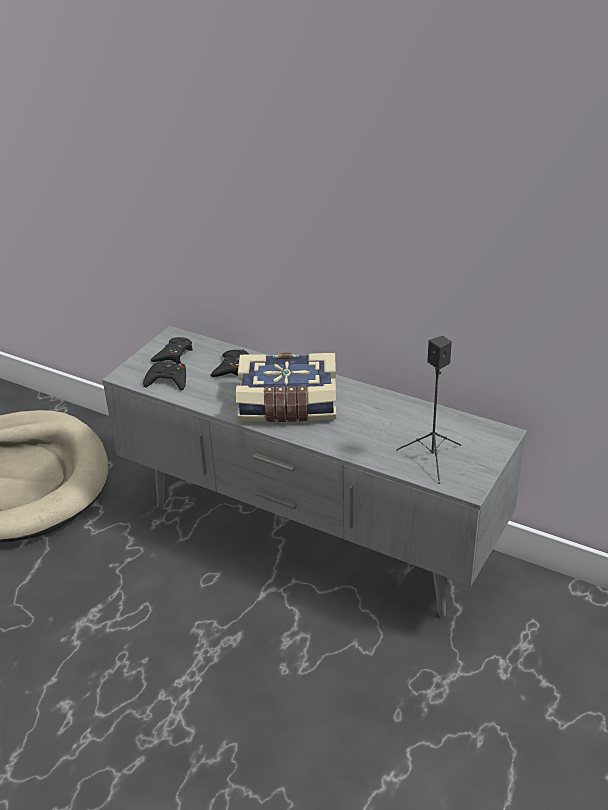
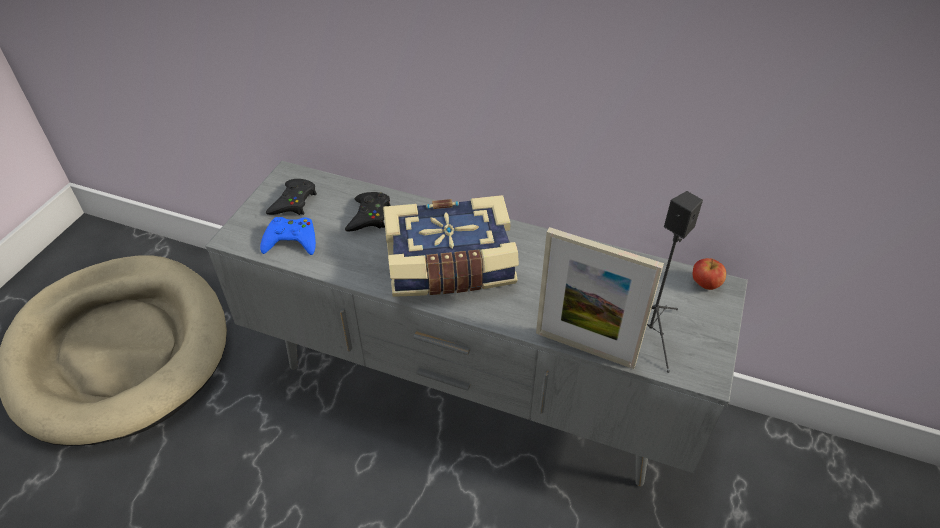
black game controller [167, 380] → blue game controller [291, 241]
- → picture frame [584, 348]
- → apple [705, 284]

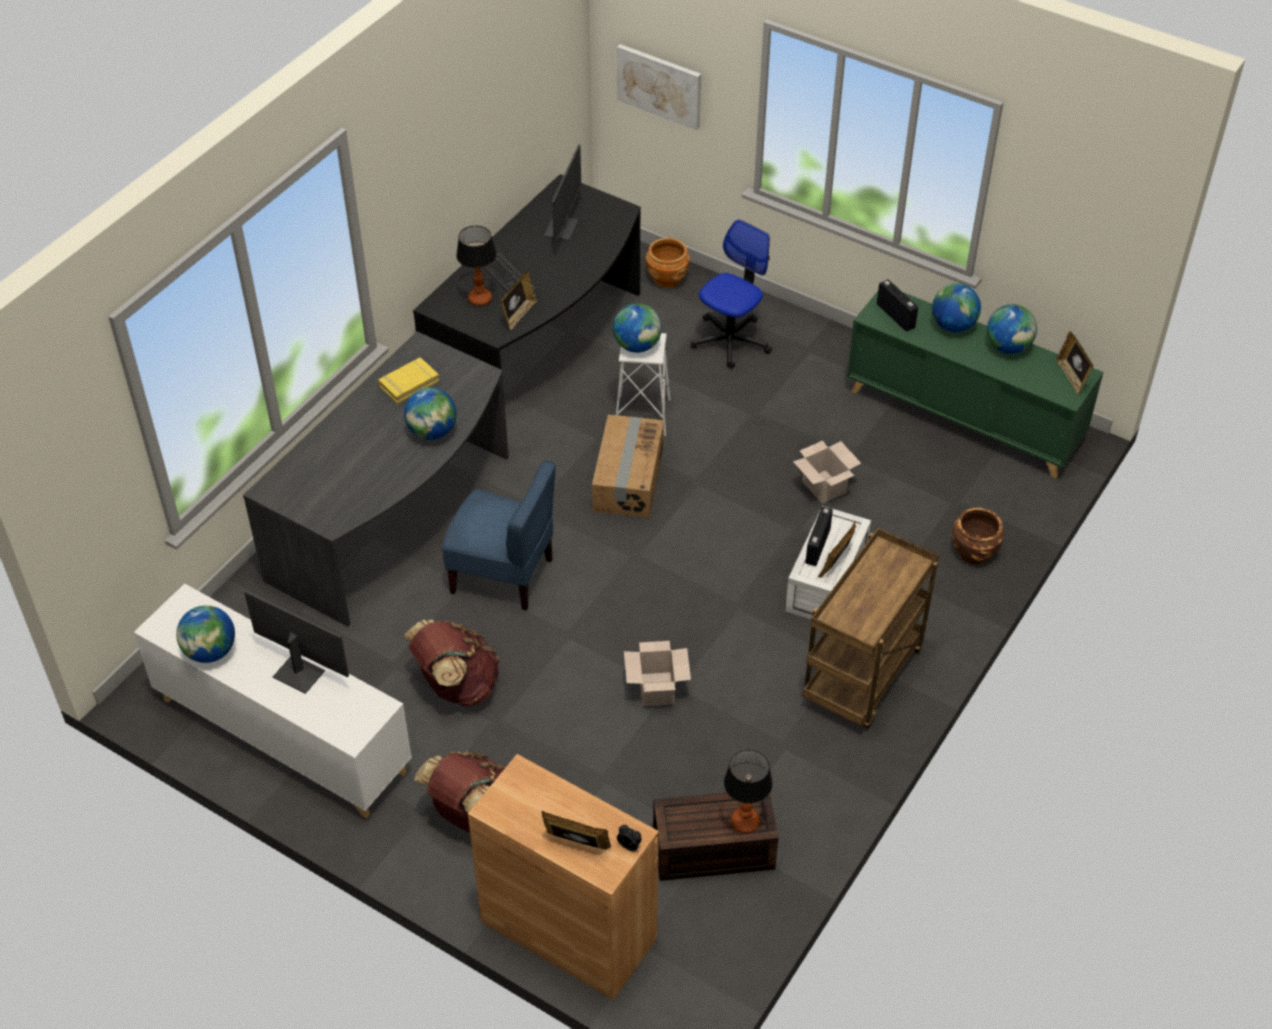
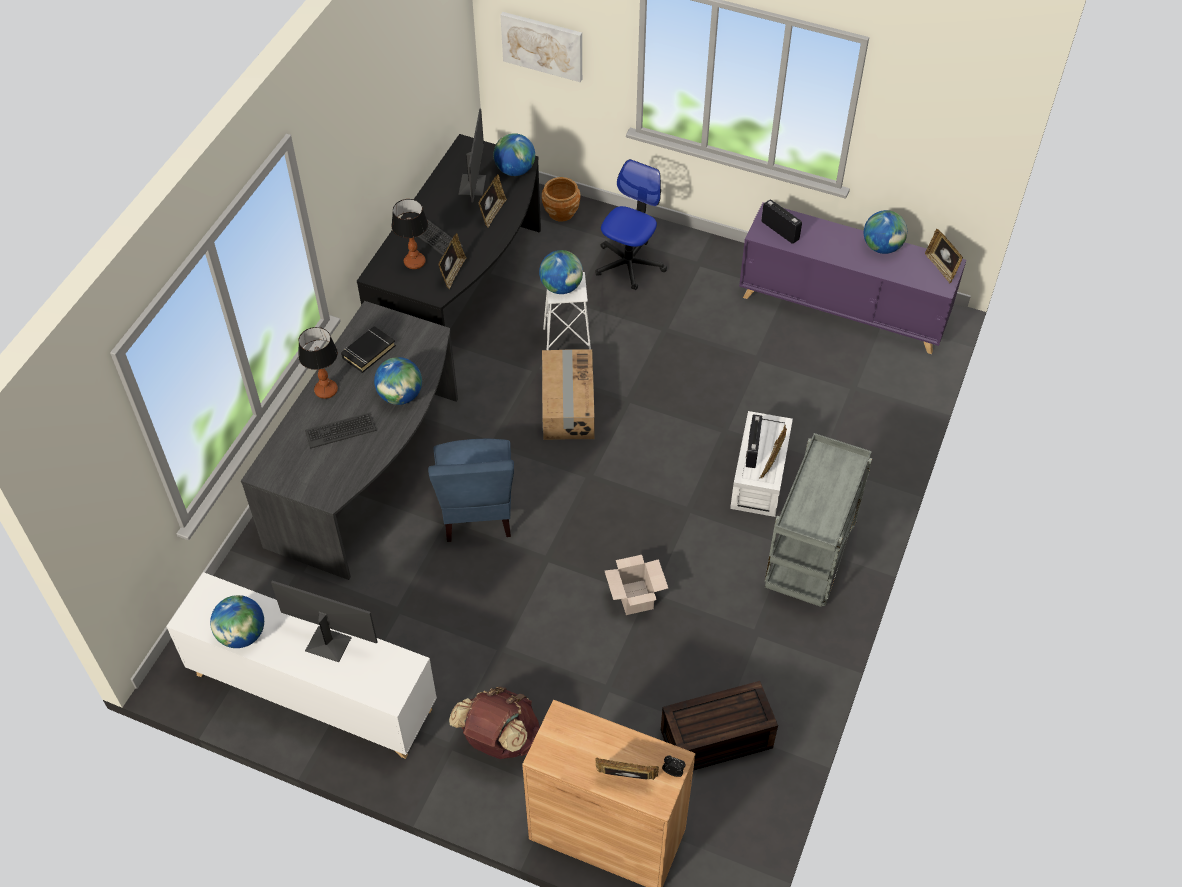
yellow-coloured bound book [408, 383] → black bound book [368, 352]
brown-coloured knapsack [456, 686] → -
blue upright chair [503, 575] → blue upright chair [477, 510], 75 degrees clockwise
lamp for a table [745, 822] → lamp for a table [326, 391], relocated
packing box [825, 487] → -
brown-coloured trolley [863, 678] → gray trolley [810, 560]
greenish storage cabinet [964, 417] → purple storage cabinet [843, 309]
world globe [953, 326] → world globe [515, 170], relocated
brown-coloured plant pot [974, 551] → -
- → PC keyboard [340, 430]
- → picture frame [492, 213]

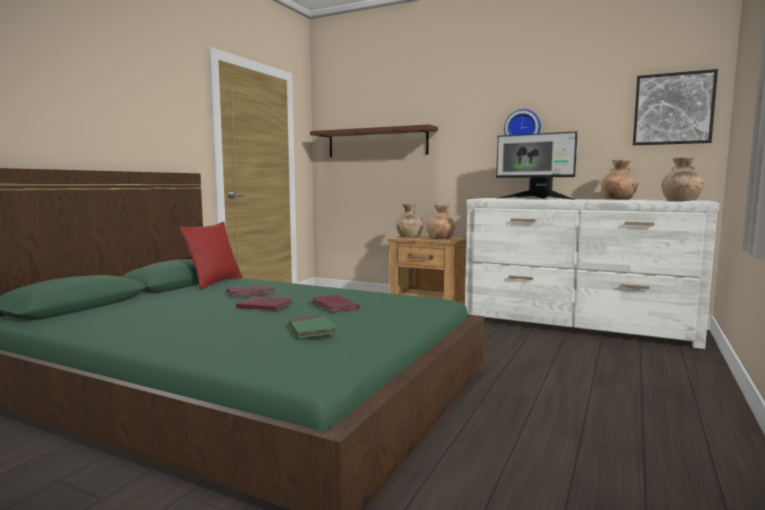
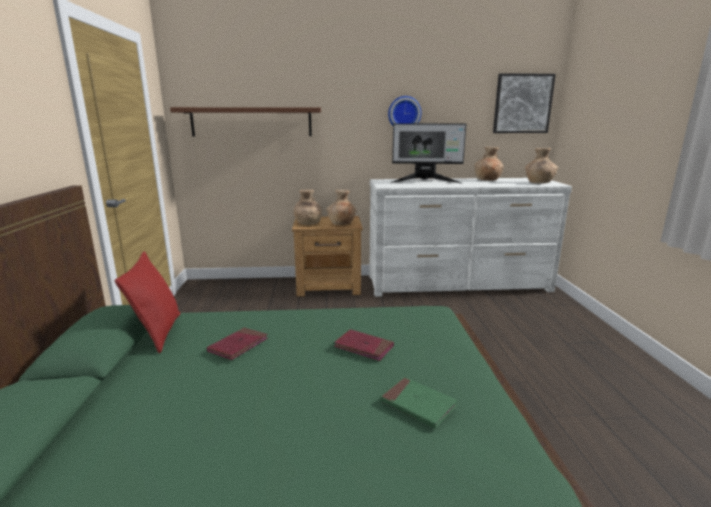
reddish bound book [265, 306] → -

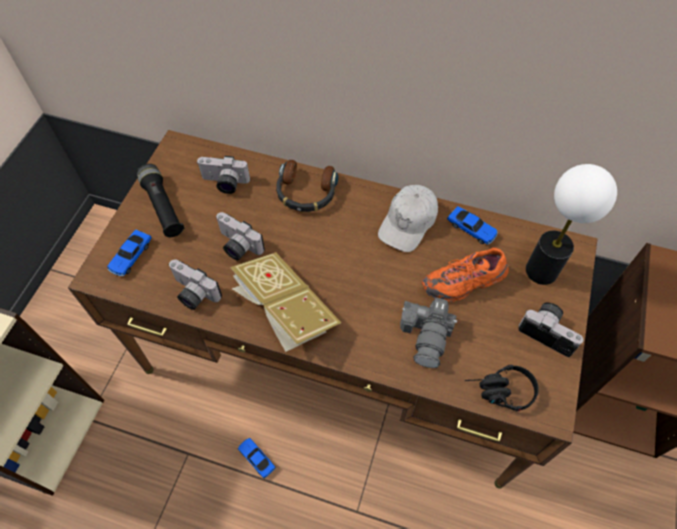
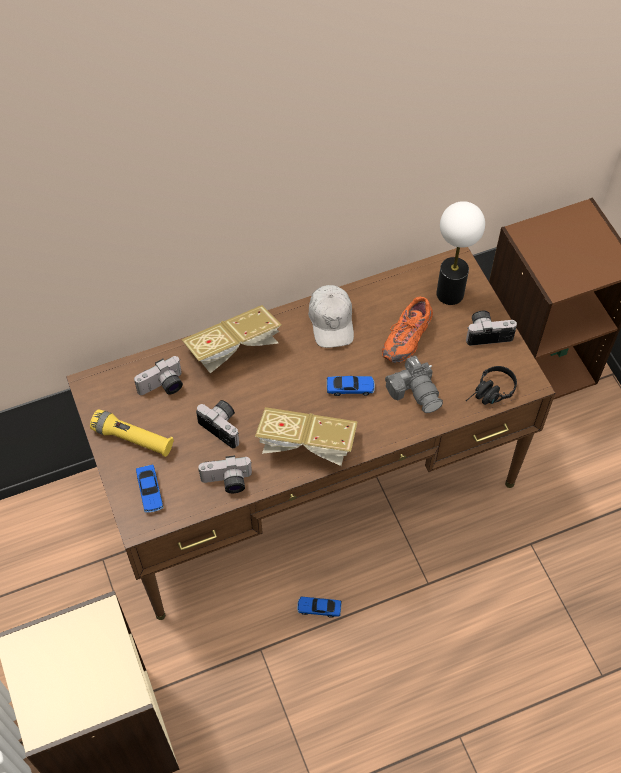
black flashlight [162, 207] → yellow-coloured flashlight [133, 439]
still camera [237, 246] → still camera [223, 426], 135 degrees counterclockwise
headset [306, 192] → bound book [234, 350]
model car [471, 229] → model car [350, 388], relocated

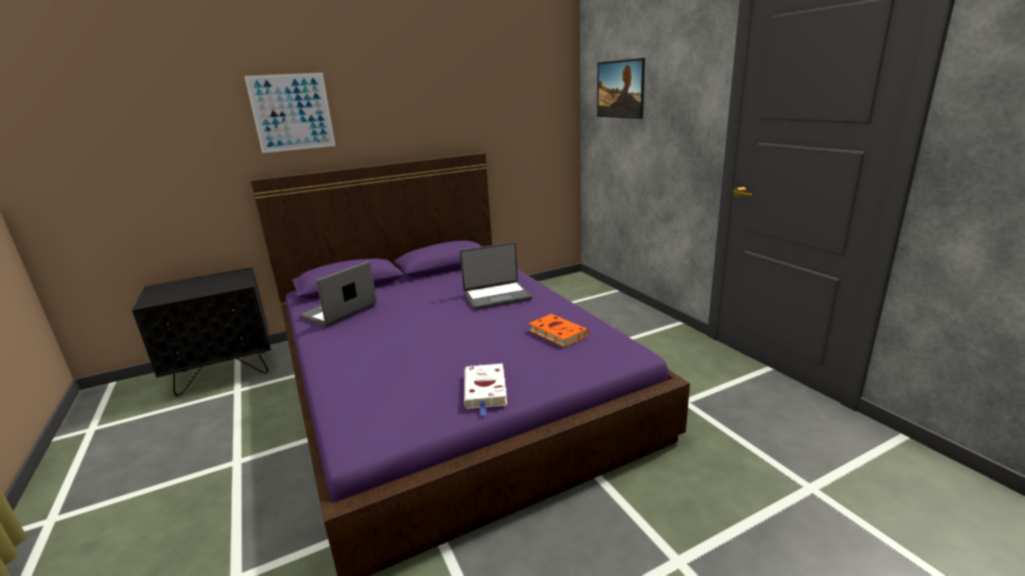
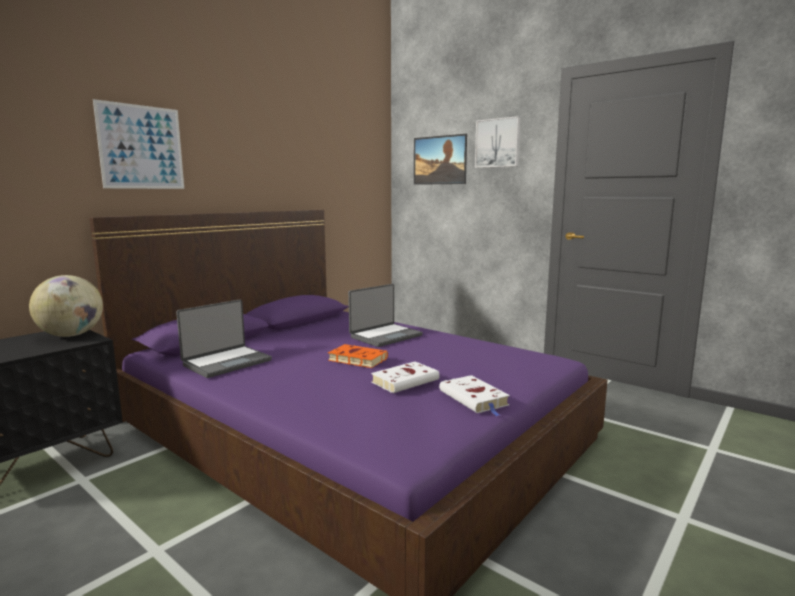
notebook computer [340, 312] → notebook computer [226, 362], 150 degrees counterclockwise
orange-coloured bound book [556, 333] → orange-coloured bound book [356, 359], relocated
- → world globe [71, 335]
- → white bound book [406, 381]
- → wall picture [498, 143]

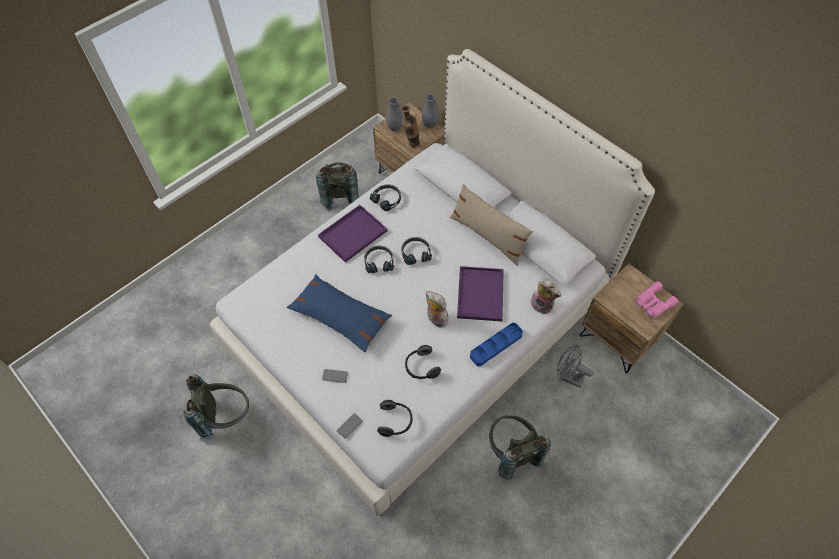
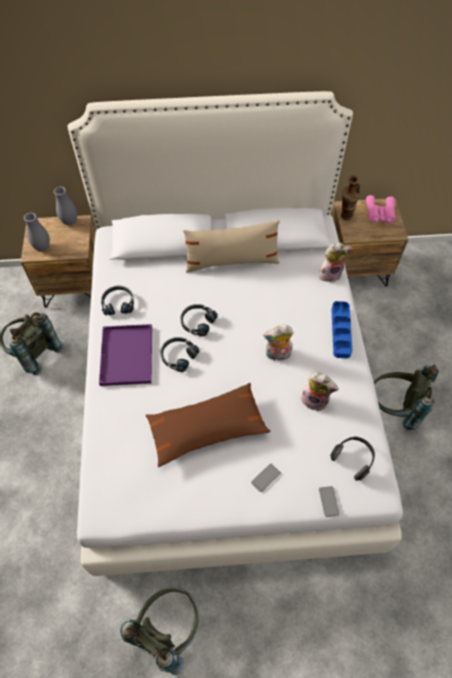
blue cushion [340, 317] → brown-coloured cushion [206, 428]
flower vase [410, 145] → flower vase [344, 218], relocated
headset [421, 367] → cuddly toy [315, 400]
purple serving tray [479, 293] → -
gray electric fan [568, 377] → -

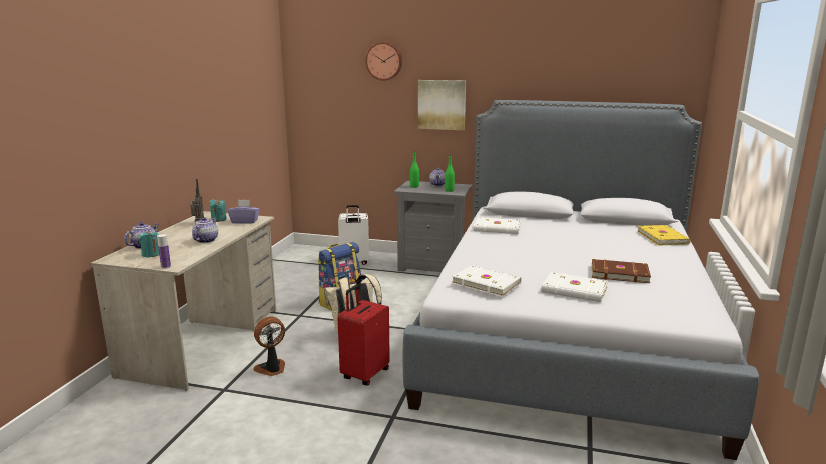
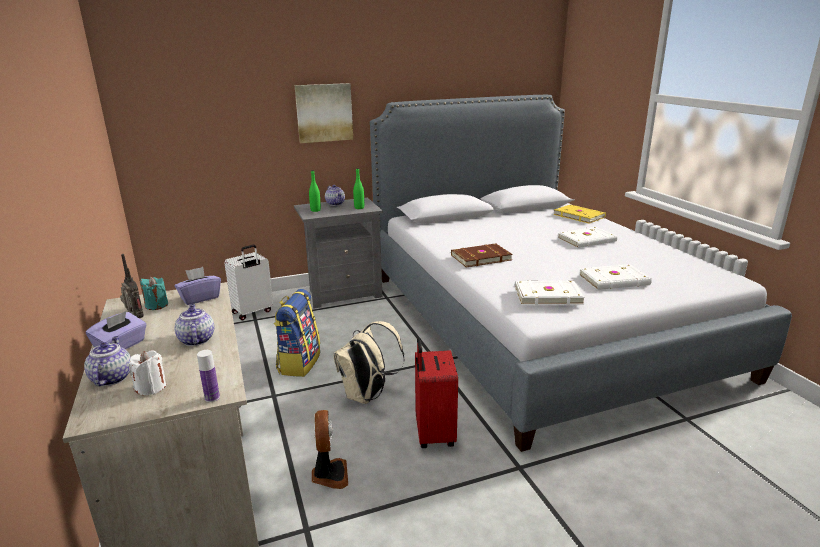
turquoise wax candle [151, 254] → white wax candle [151, 387]
electric fan [272, 369] → electric fan [329, 474], 150 degrees clockwise
hanging clock [384, 61] → -
white bound book [497, 229] → white bound book [587, 240], relocated
brown-coloured bound book [619, 273] → brown-coloured bound book [480, 257], relocated
- → purple tissue box [121, 346]

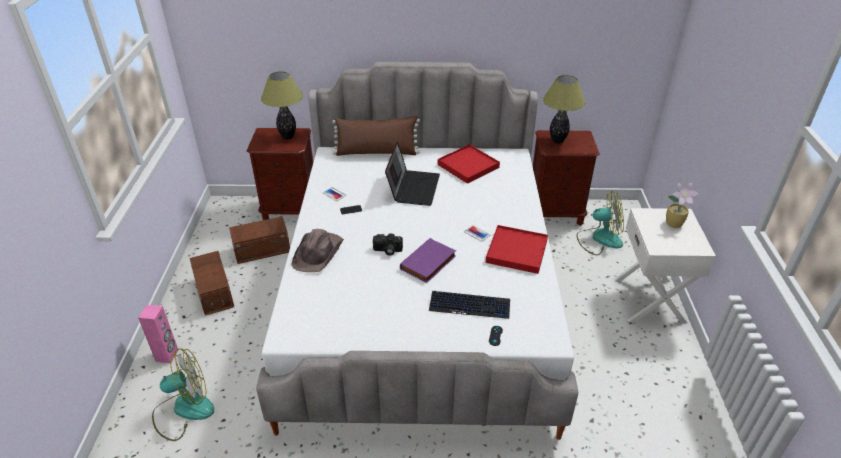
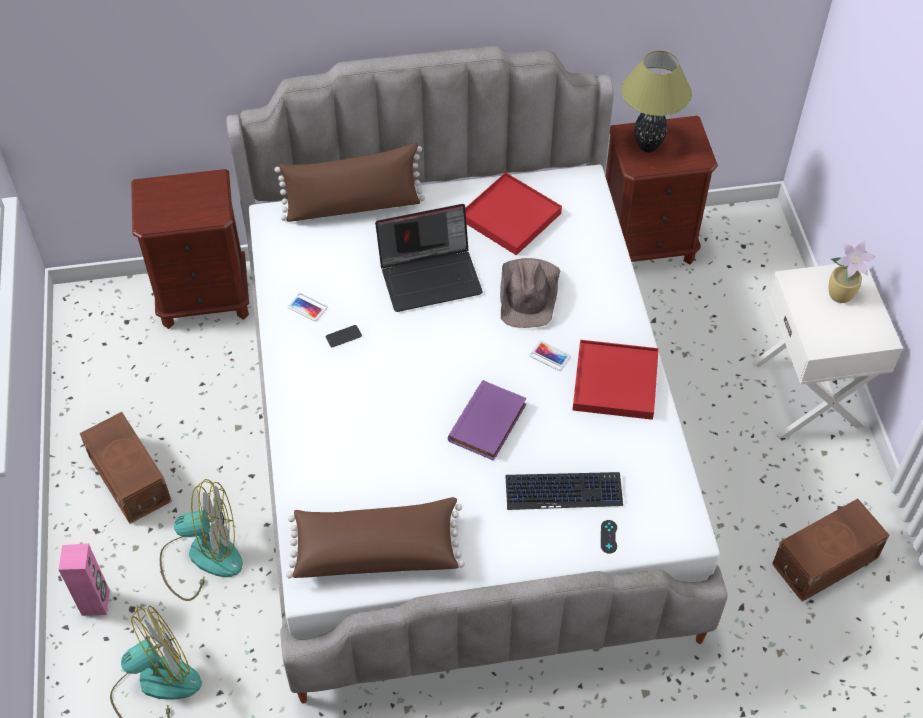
brown-coloured storage box [263, 250] → brown-coloured storage box [827, 561], relocated
lamp for a table [288, 137] → -
brown-coloured clothing hat [318, 253] → brown-coloured clothing hat [529, 293], relocated
still camera [387, 250] → -
notebook computer [413, 187] → notebook computer [431, 276], 75 degrees clockwise
electric fan [599, 239] → electric fan [202, 557], relocated
- → brown-coloured cushion [376, 548]

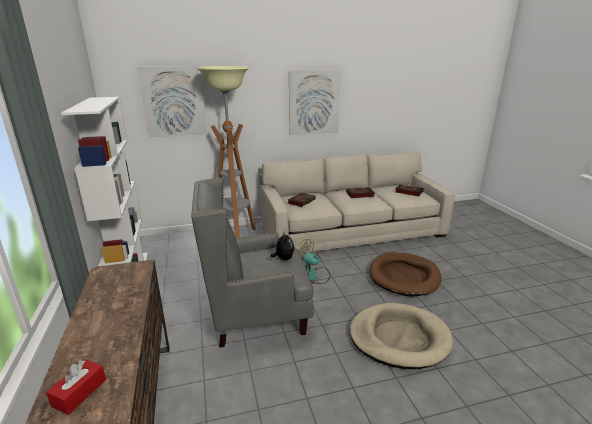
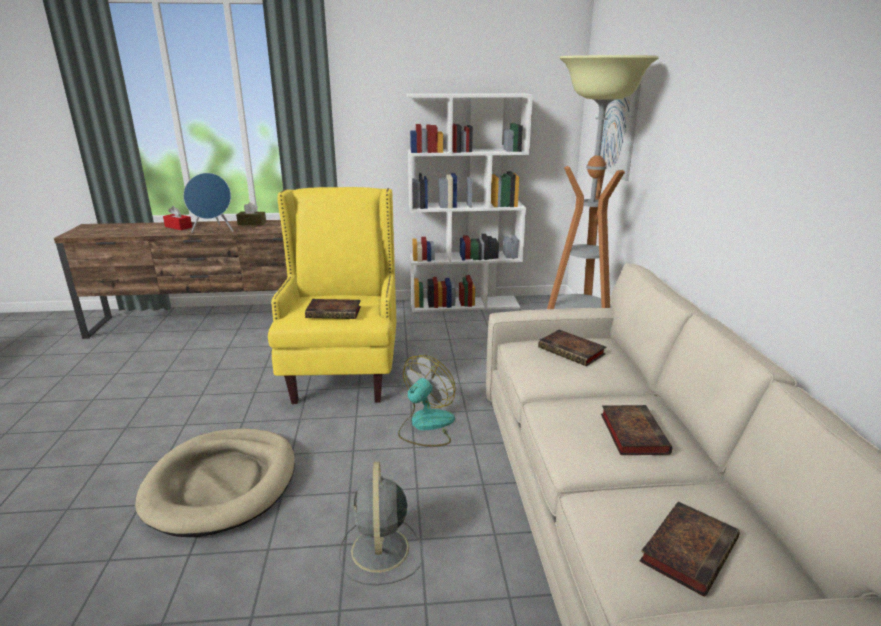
gray lounge chair [257, 319] → yellow-coloured lounge chair [343, 374]
cuddly toy [283, 258] → bound book [335, 312]
wall picture [314, 103] → -
brown-coloured pet bed [404, 276] → gray electric fan [380, 551]
- → blue loudspeaker [214, 231]
- → brown-coloured tissue box [252, 223]

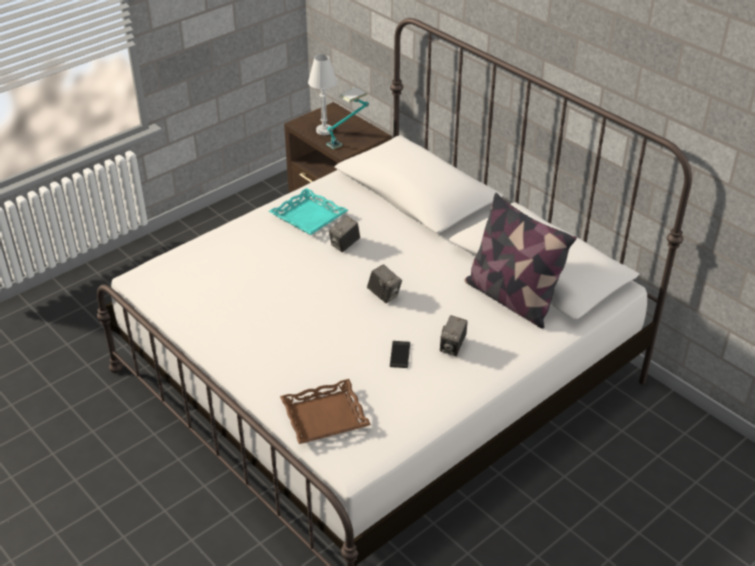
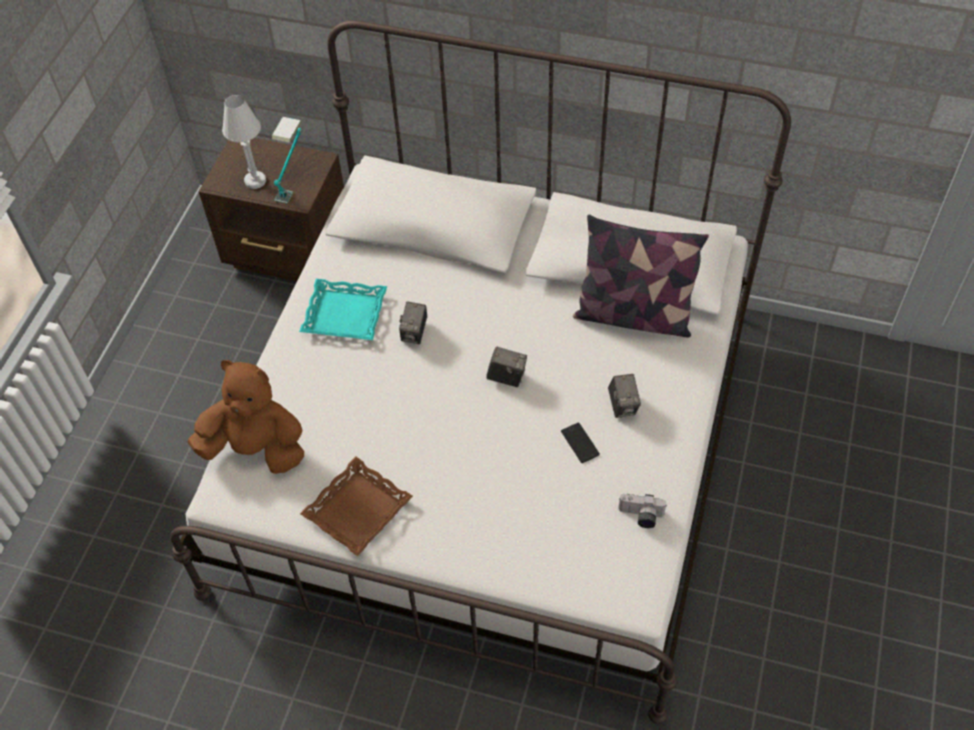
brown-coloured serving tray [325, 416] → brown-coloured serving tray [357, 509], relocated
- → brown-coloured cuddly toy [256, 448]
- → still camera [640, 517]

